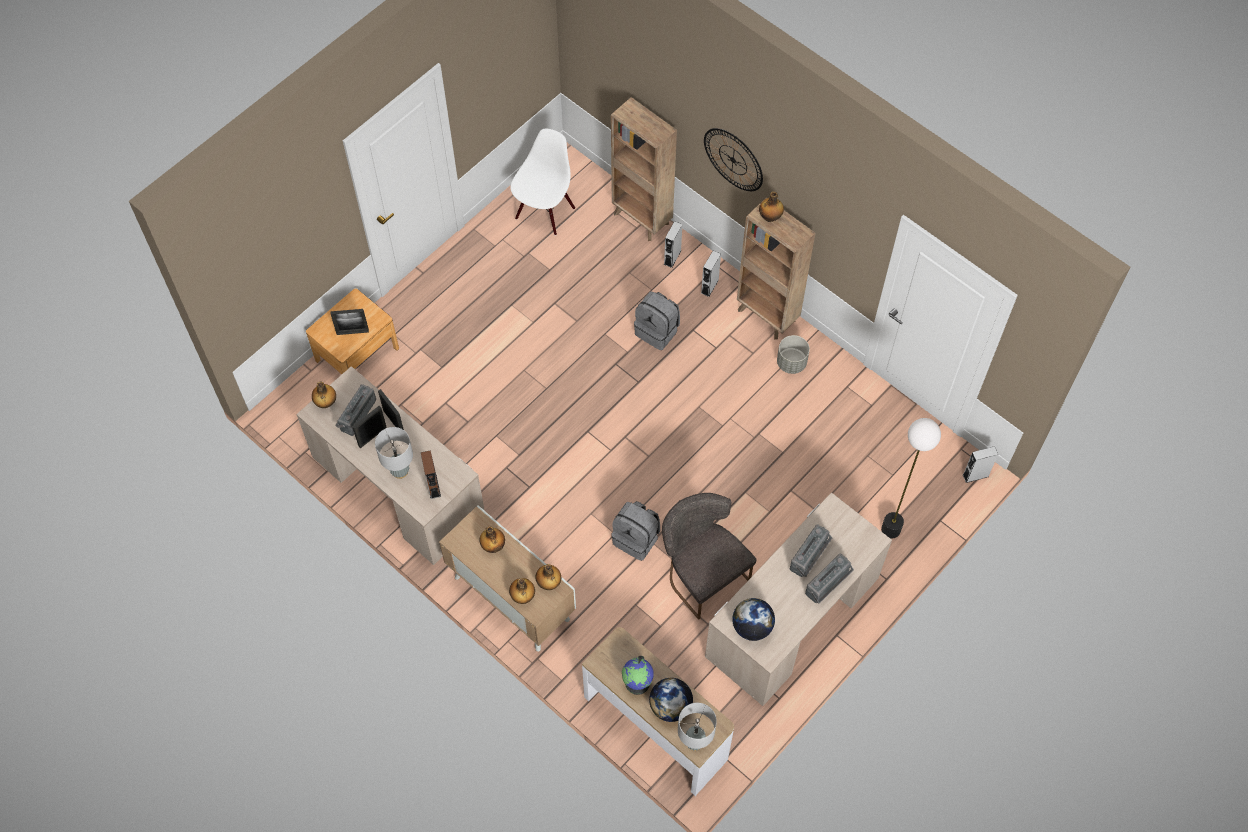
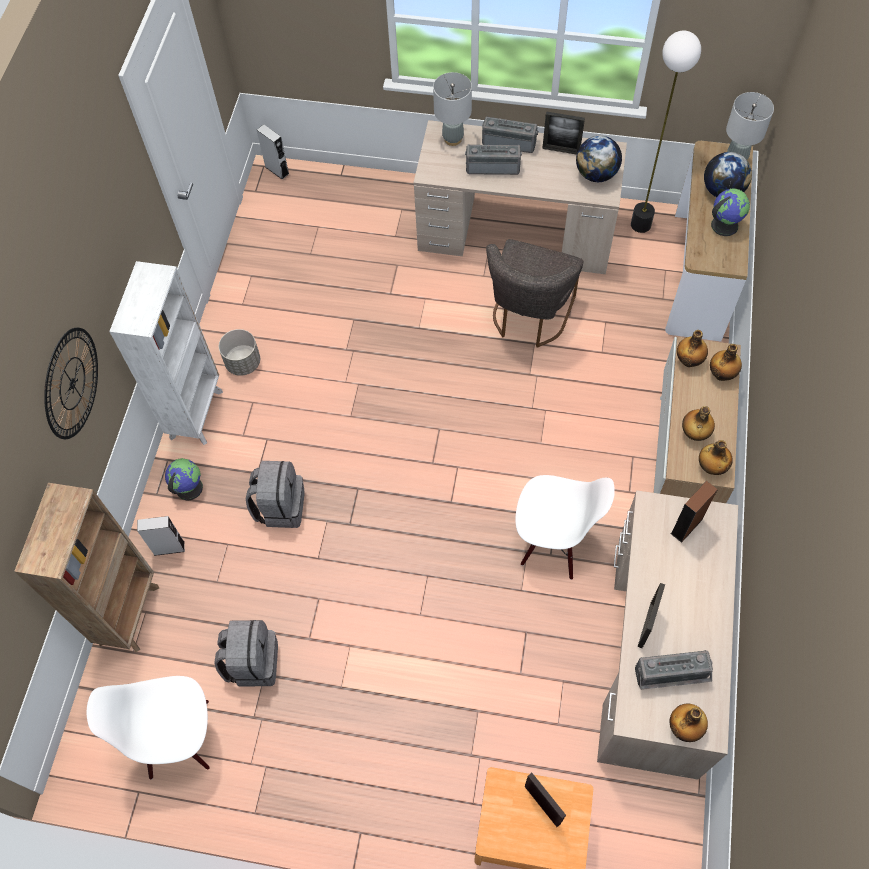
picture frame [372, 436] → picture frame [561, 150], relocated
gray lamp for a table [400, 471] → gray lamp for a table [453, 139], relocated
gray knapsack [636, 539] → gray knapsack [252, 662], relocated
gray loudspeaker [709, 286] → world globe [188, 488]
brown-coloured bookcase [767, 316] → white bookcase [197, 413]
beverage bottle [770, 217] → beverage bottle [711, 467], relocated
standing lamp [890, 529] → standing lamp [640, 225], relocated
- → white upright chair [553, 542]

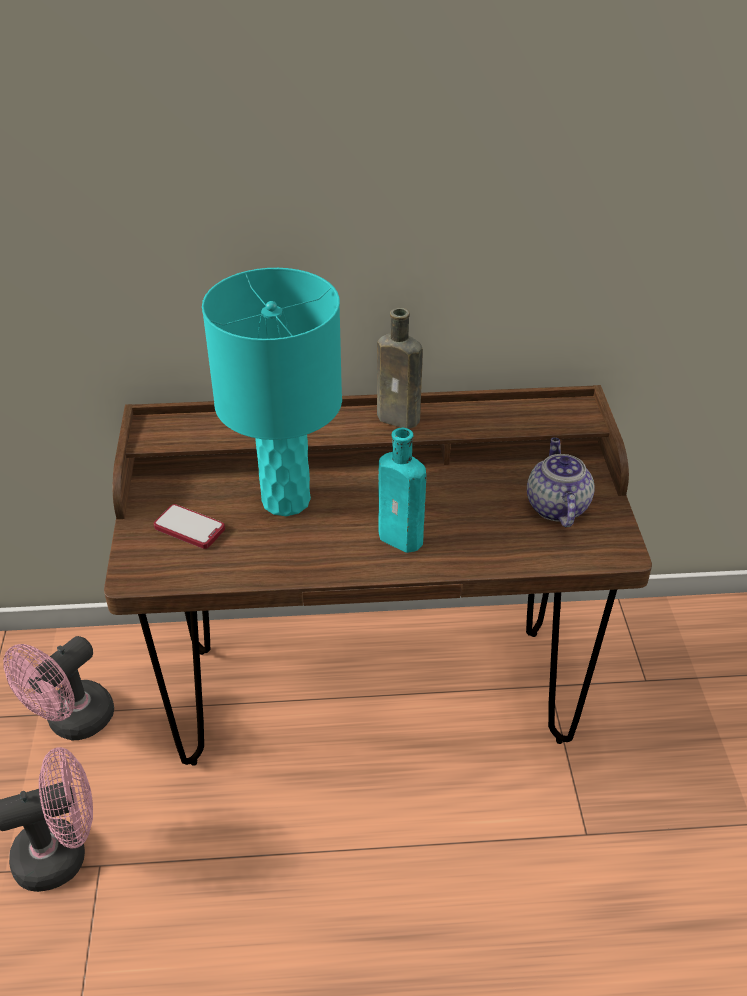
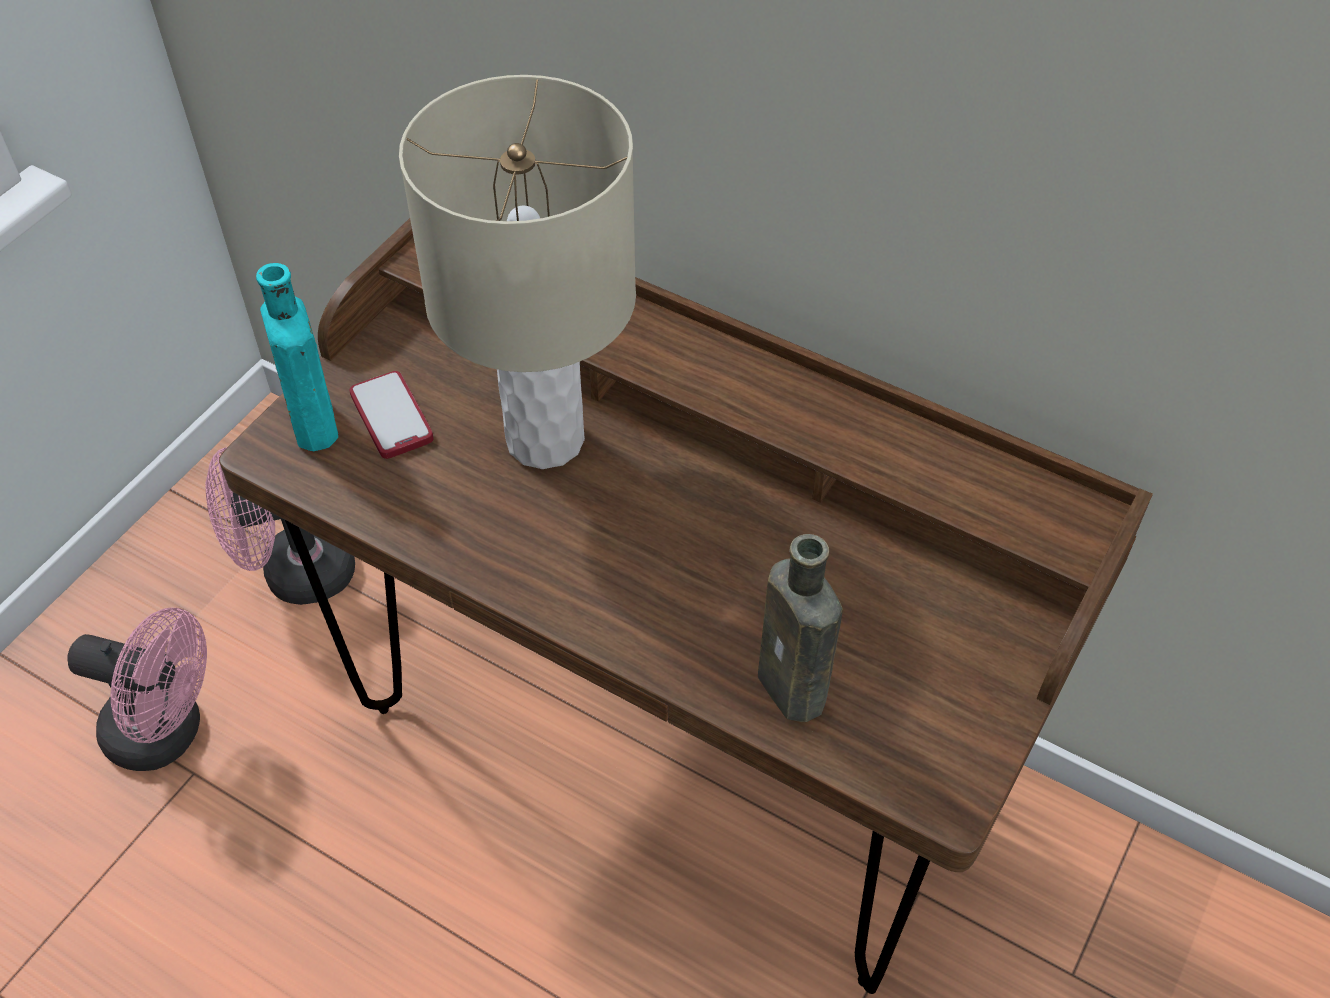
turquoise lamp for a table [285, 499] → sand-coloured lamp for a table [545, 438]
brown-coloured beverage bottle [401, 419] → brown-coloured beverage bottle [795, 692], relocated
turquoise beverage bottle [403, 539] → turquoise beverage bottle [315, 428], relocated
teapot [556, 506] → -

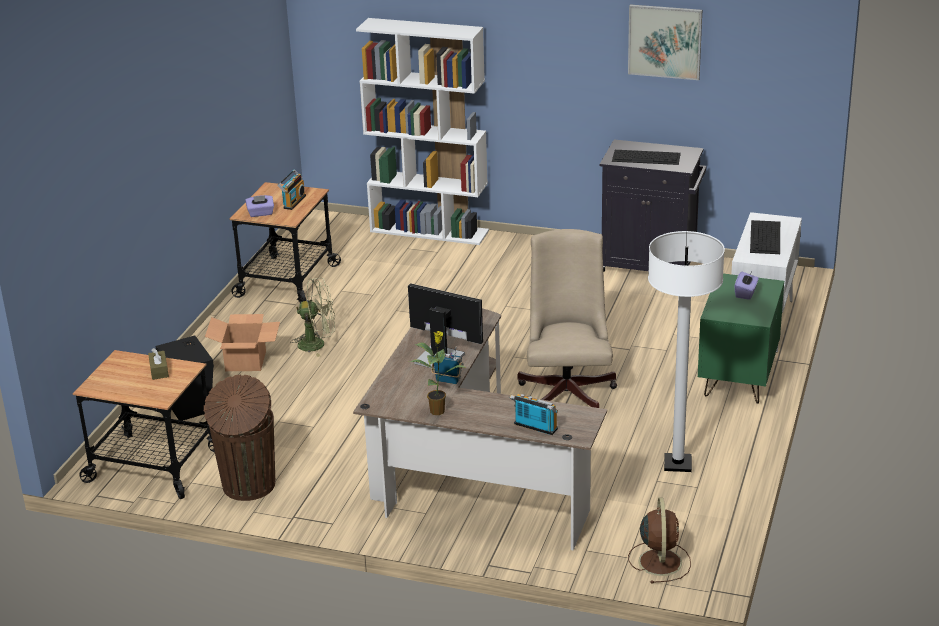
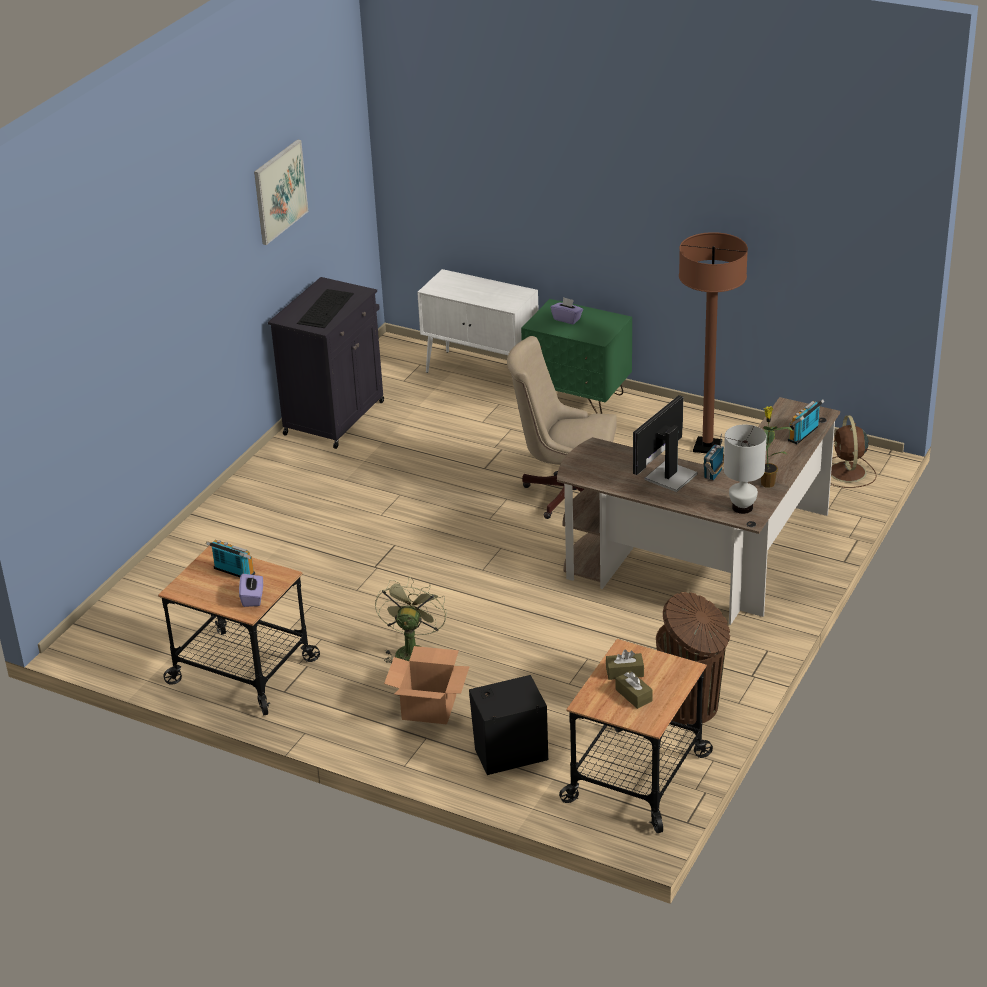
white bookcase [430, 231] → -
brown-coloured electric fan [660, 561] → brown-coloured electric fan [848, 473], 105 degrees counterclockwise
white standing lamp [677, 464] → brown-coloured standing lamp [707, 447]
PC keyboard [765, 237] → -
- → brown-coloured tissue box [633, 695]
- → white lamp for a table [743, 507]

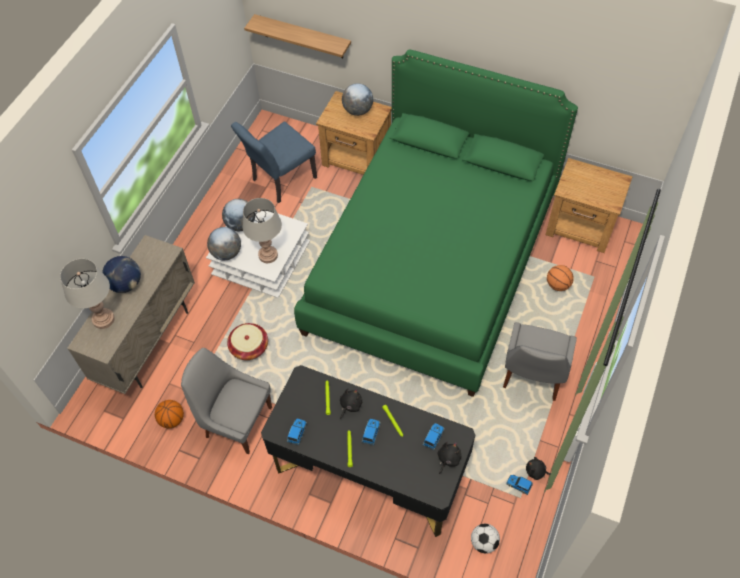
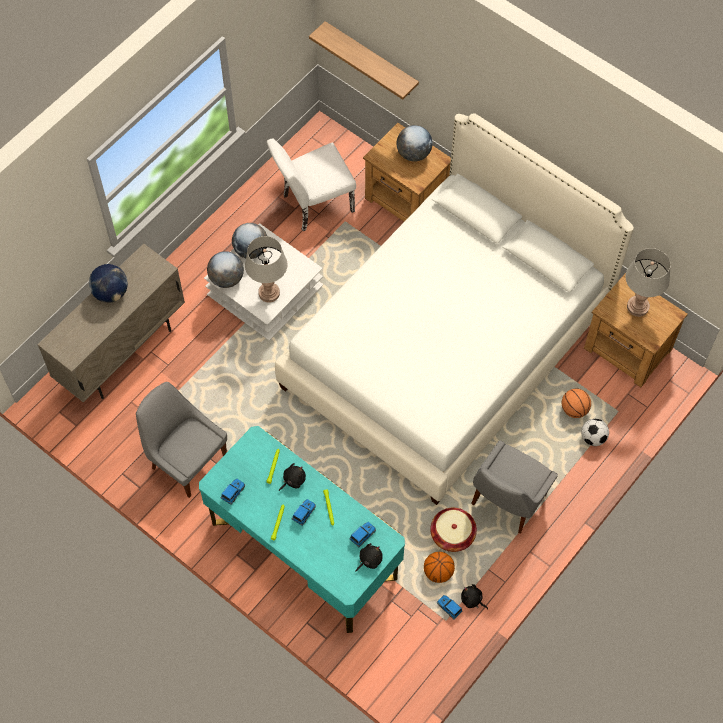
gray lamp for a table [103, 319] → gray lamp for a table [637, 307], relocated
basketball ball [172, 420] → basketball ball [438, 572], relocated
storage basket [249, 347] → storage basket [452, 534], relocated
blue upright chair [280, 181] → white upright chair [313, 205]
black desk table [369, 471] → turquoise desk table [304, 549]
greenish bedroom bed [432, 264] → white bedroom bed [446, 348]
ball for football [484, 542] → ball for football [593, 438], relocated

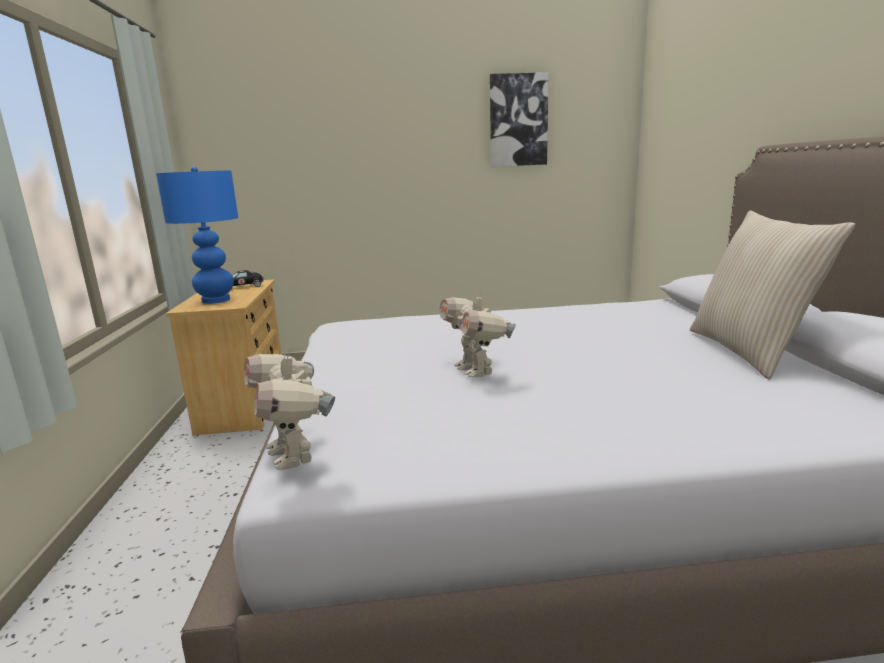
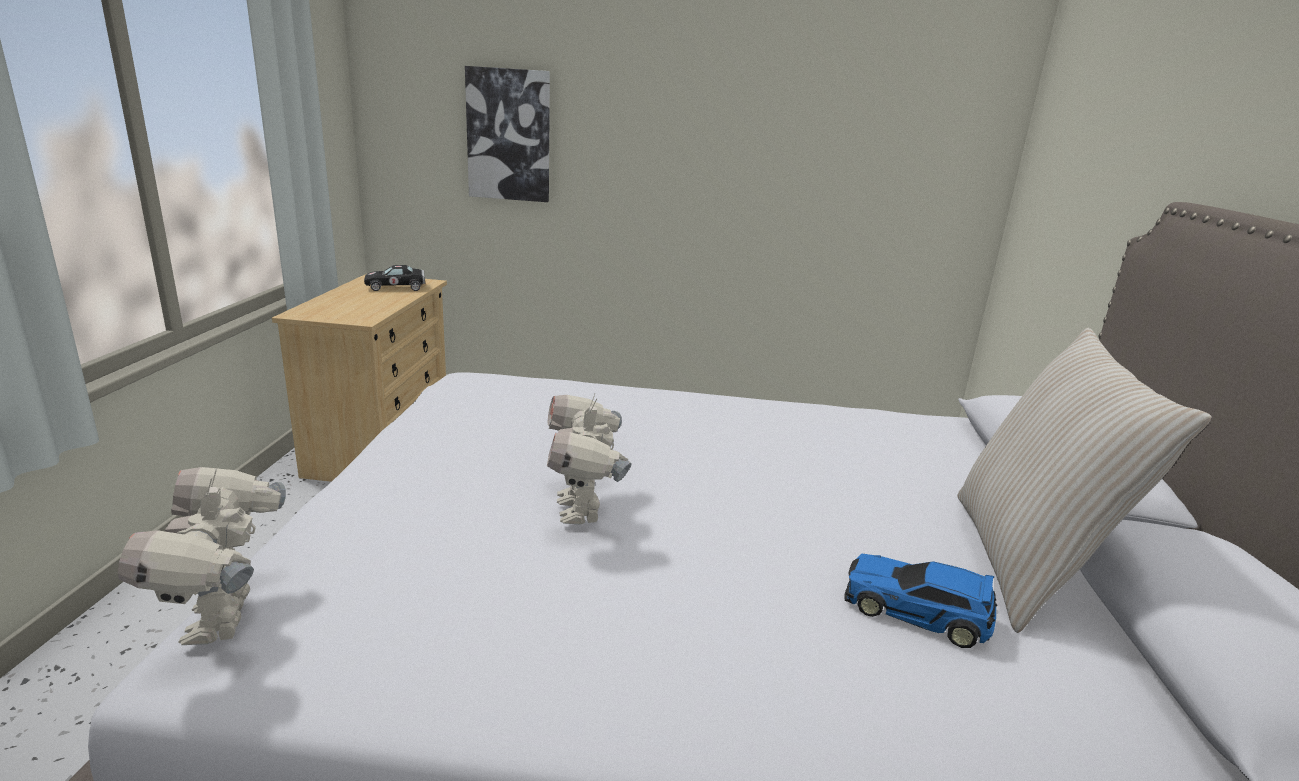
blue lamp for a table [216, 300] → -
wall picture [518, 120] → wall picture [509, 135], relocated
- → model car [918, 612]

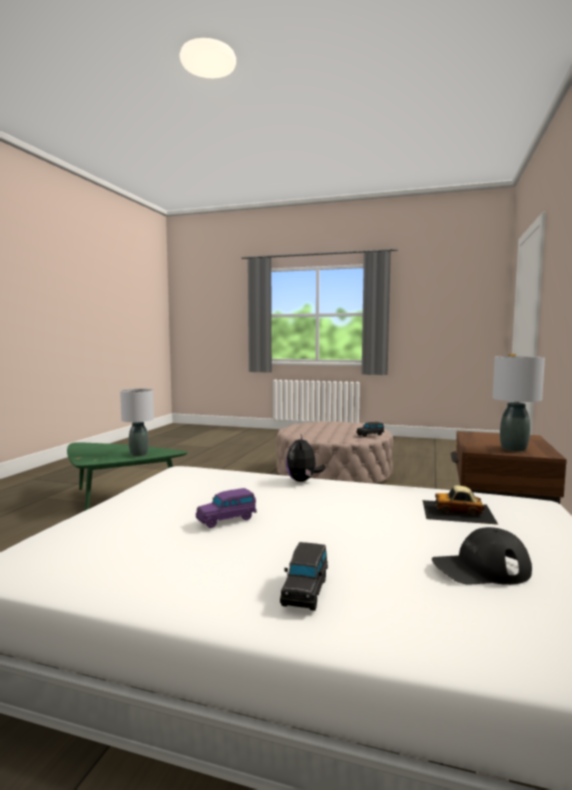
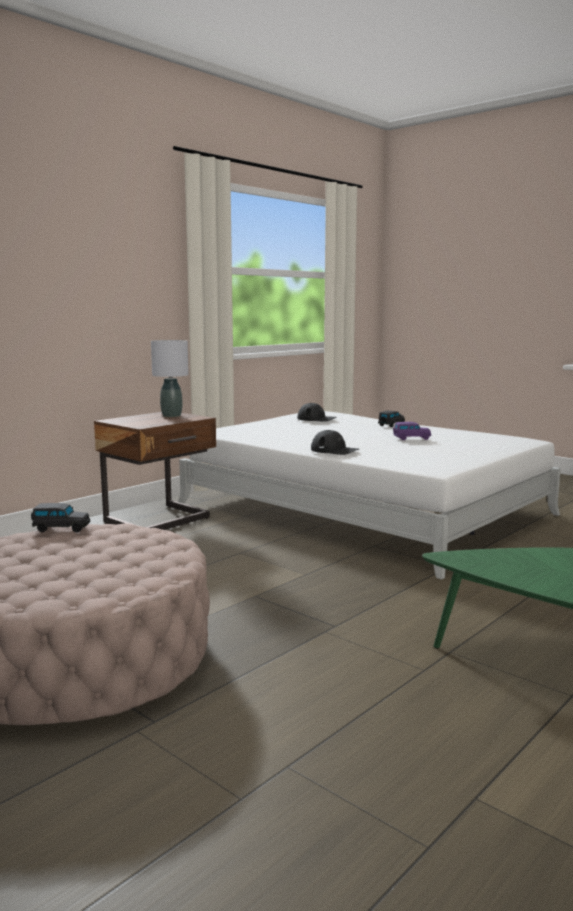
gray lamp for a table [138, 454] → -
cuddly toy [303, 481] → black cap [334, 450]
model car [458, 511] → -

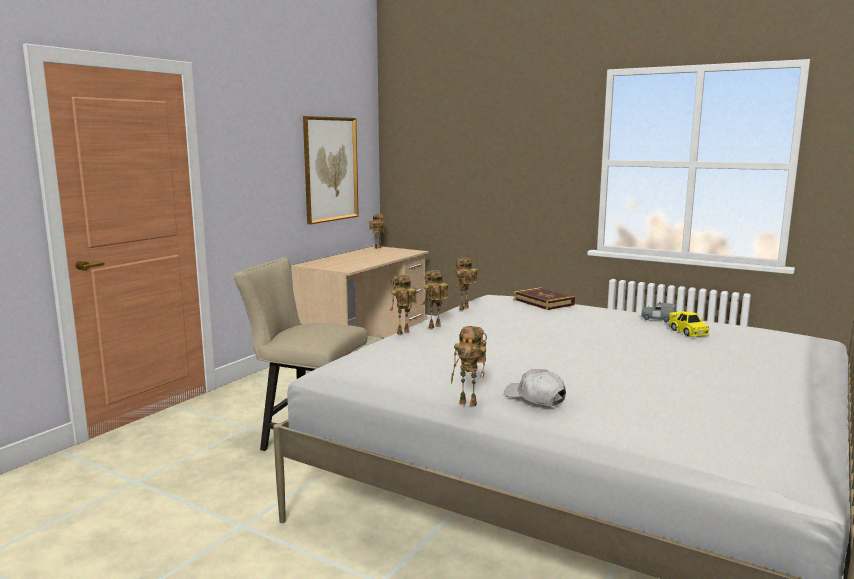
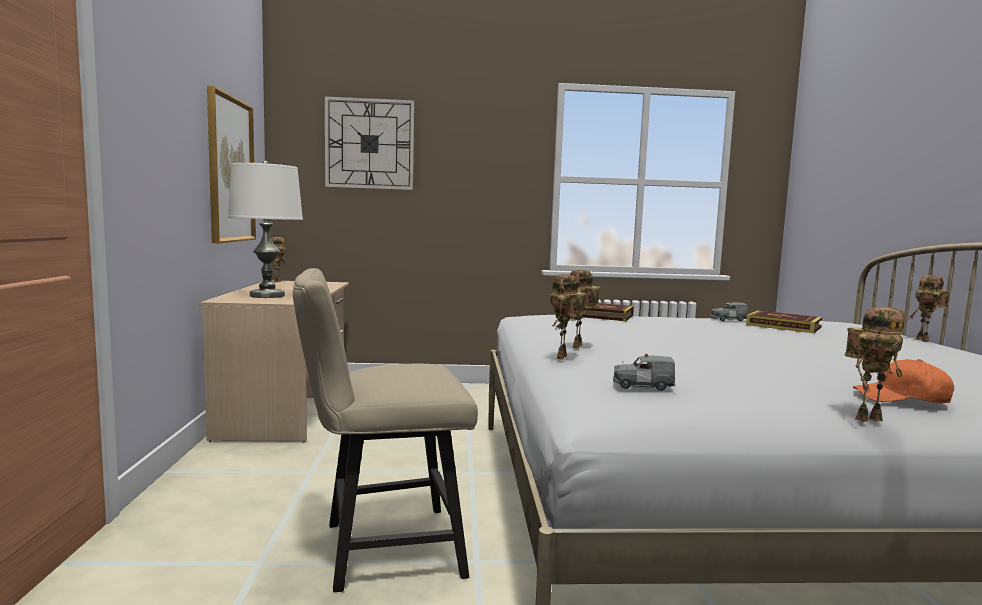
robot figure [464, 309] → robot figure [925, 340], relocated
white cap [535, 398] → orange-coloured cap [902, 398]
yellow-coloured model car [688, 332] → bound book [783, 326]
- → white lamp for a table [267, 295]
- → hanging clock [369, 144]
- → gray model car [642, 386]

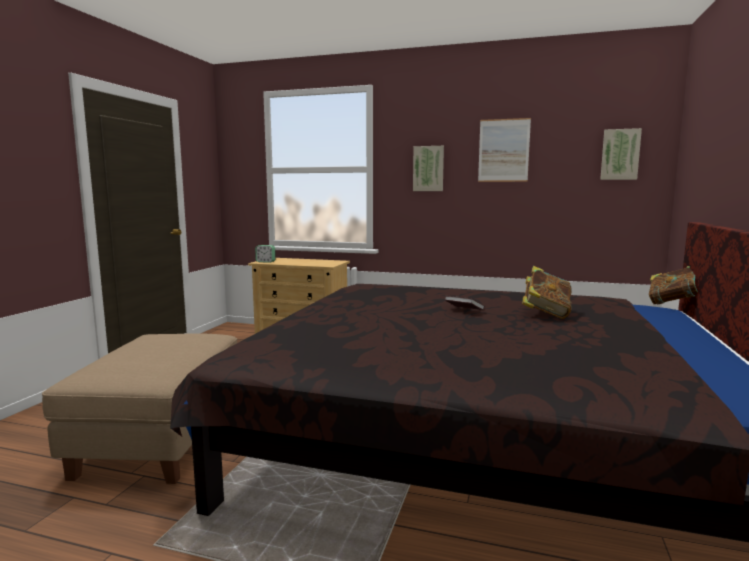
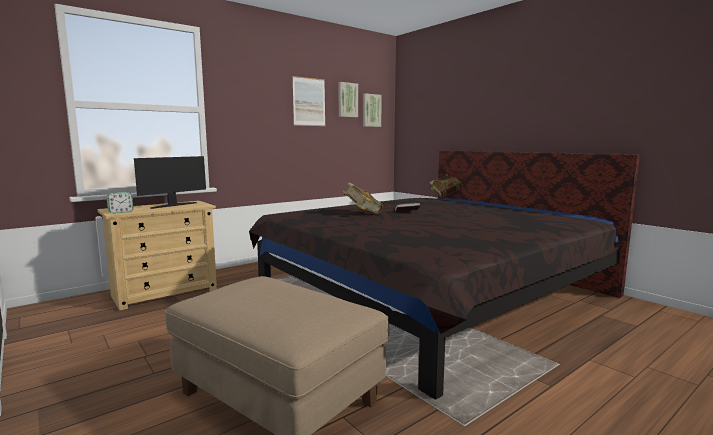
wall picture [428, 168] → wall picture [347, 100], relocated
bound book [545, 313] → bound book [362, 213], relocated
- → computer screen [173, 205]

